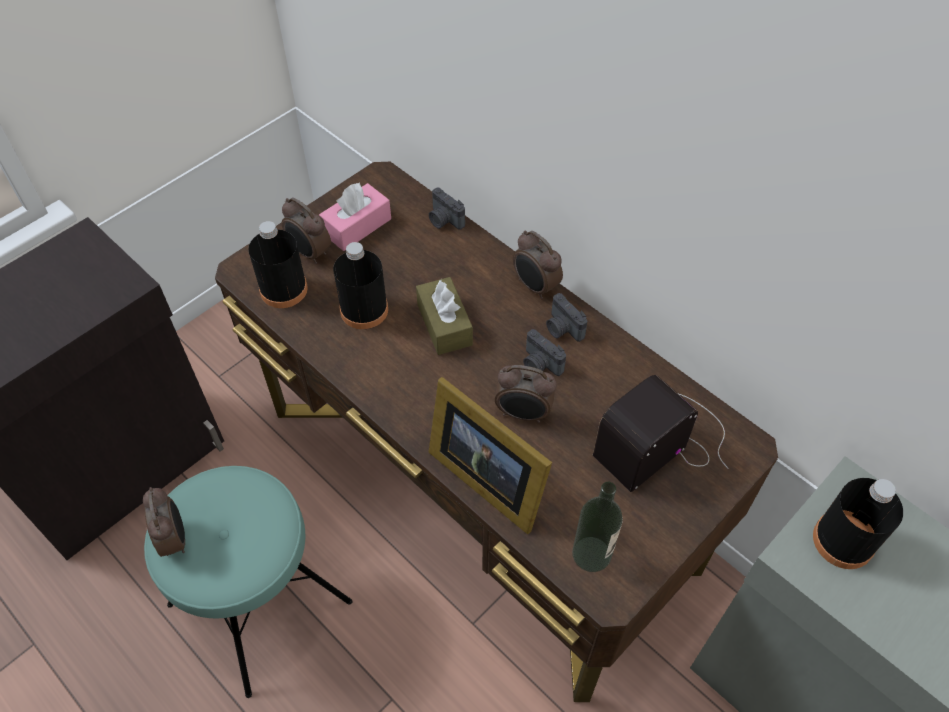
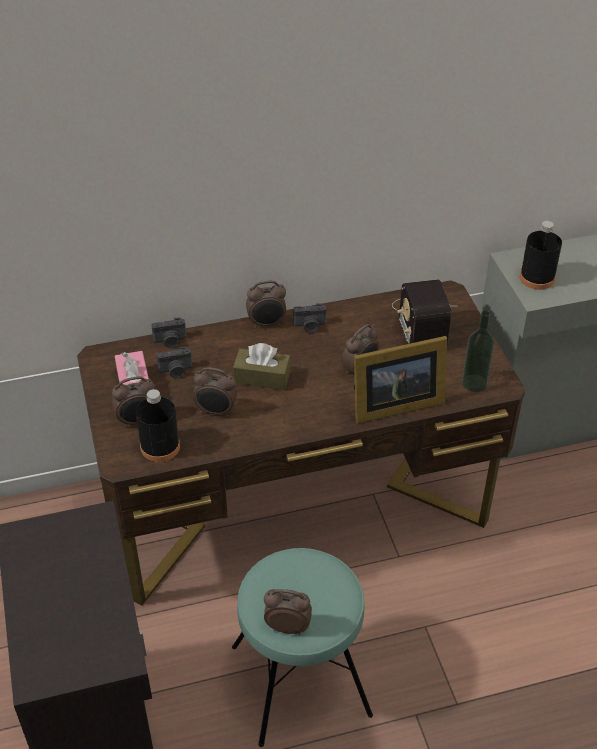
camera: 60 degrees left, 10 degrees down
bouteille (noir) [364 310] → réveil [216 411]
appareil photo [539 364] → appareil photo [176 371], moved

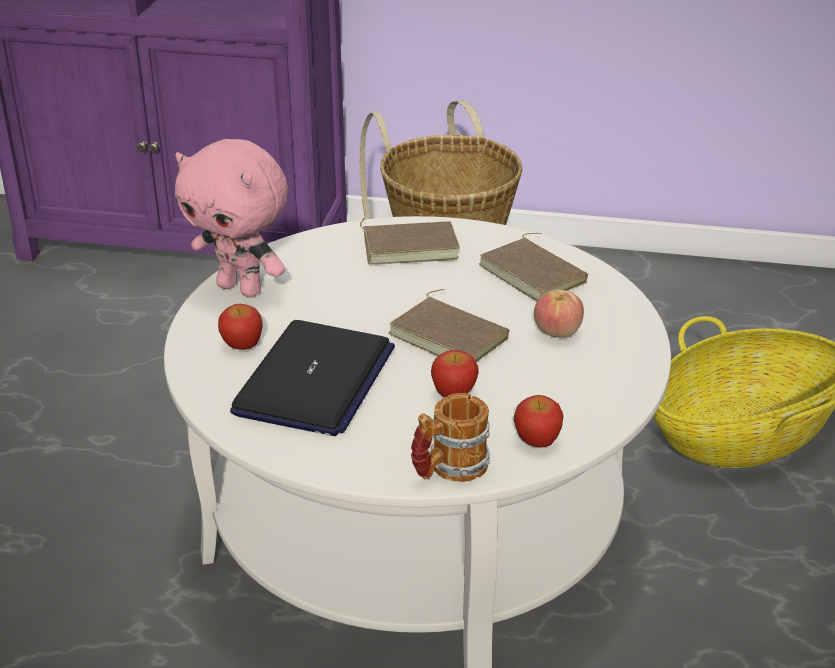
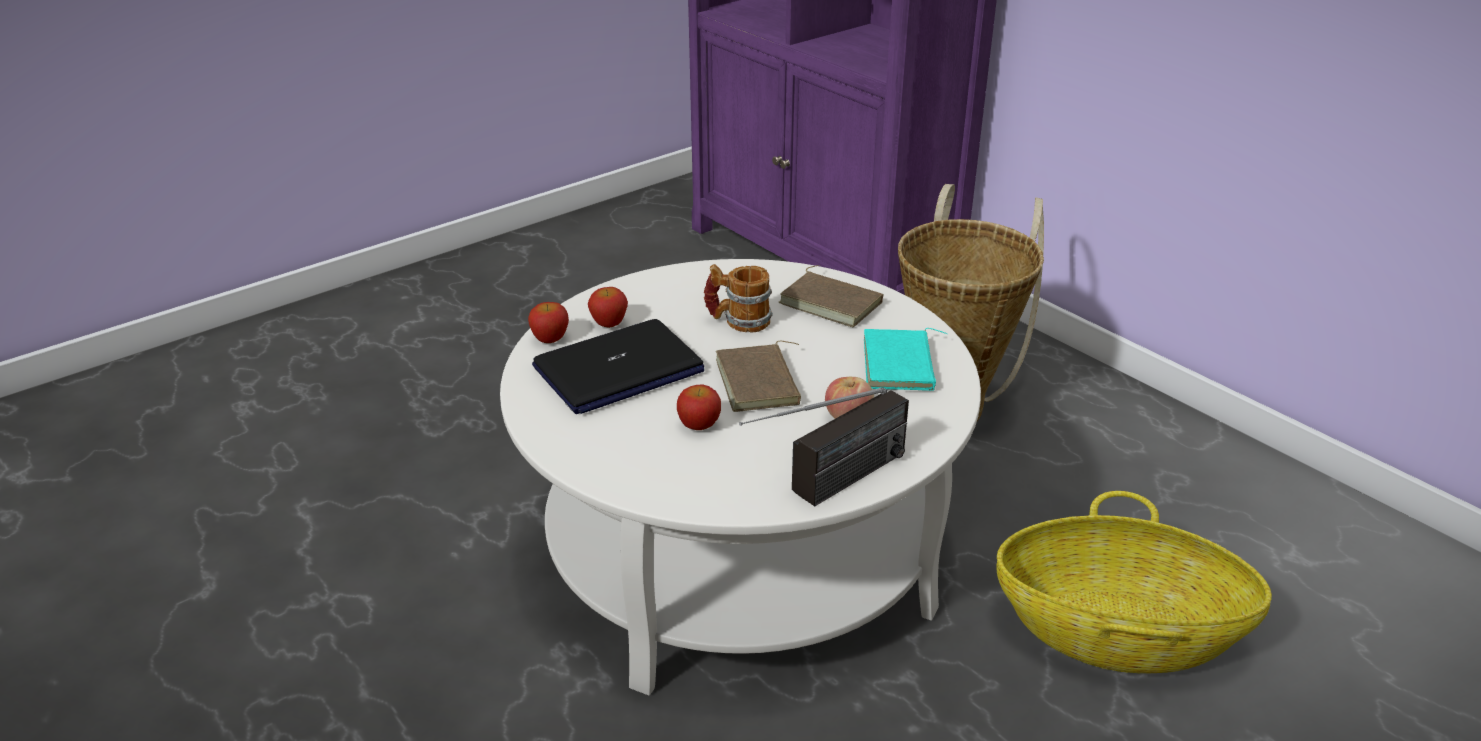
camera: 40 degrees right, 0 degrees up
peluche (rose) [241 288] → -
livre (marron) [535 274] → livre (turquoise) [901 365]
mug [449 469] → mug [738 321], moved
pomme [537 440] → pomme [550 338], moved
- → radio [826 488]

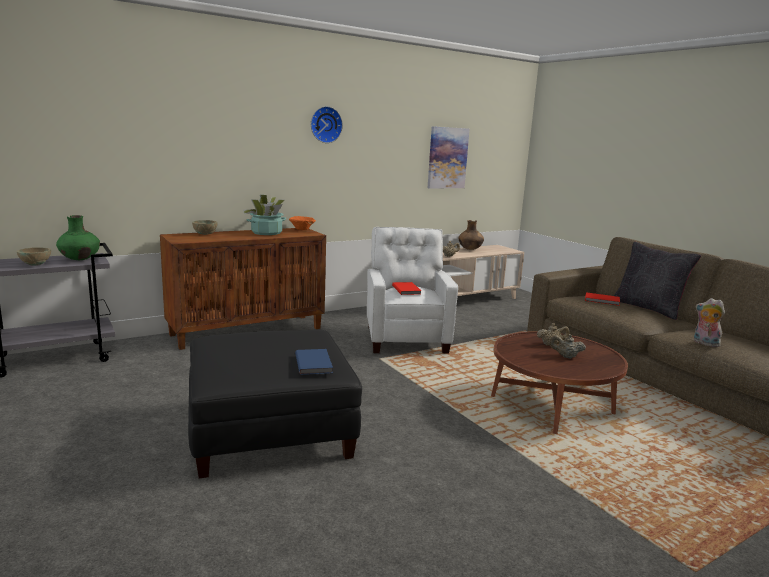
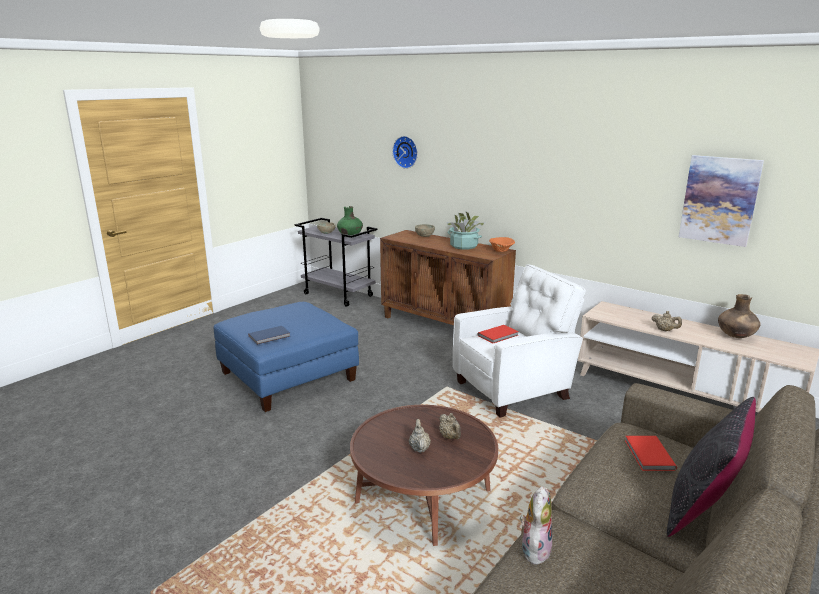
camera: 70 degrees right, 5 degrees up
horloge murale [325 124] → horloge murale [406 152], moved
pouf (noir) [269 430] → pouf (bleu) [288 376]

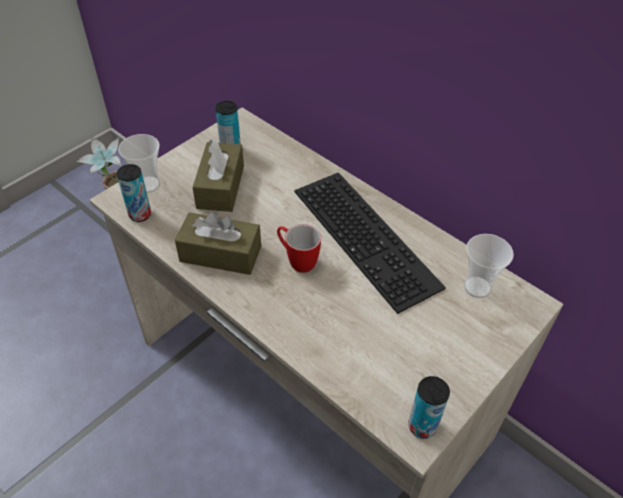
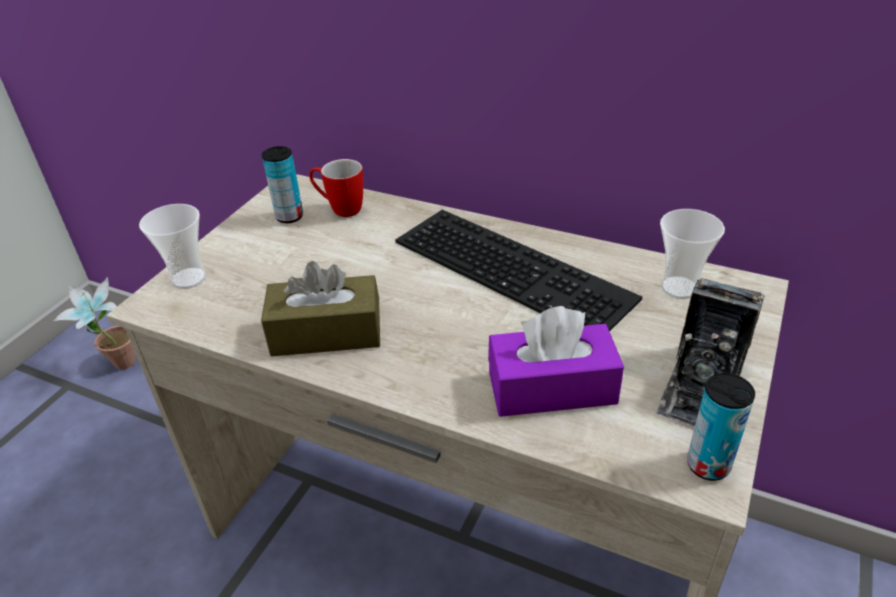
camera: 15 degrees left, 10 degrees down
boîte à mouchoirs (marron) [220 187] → -
boîte métallique [140 214] → -
mug [297 260] → mug [340 209], moved
- → appareil photo [701 386]
- → boîte à mouchoirs (violet) [552 388]

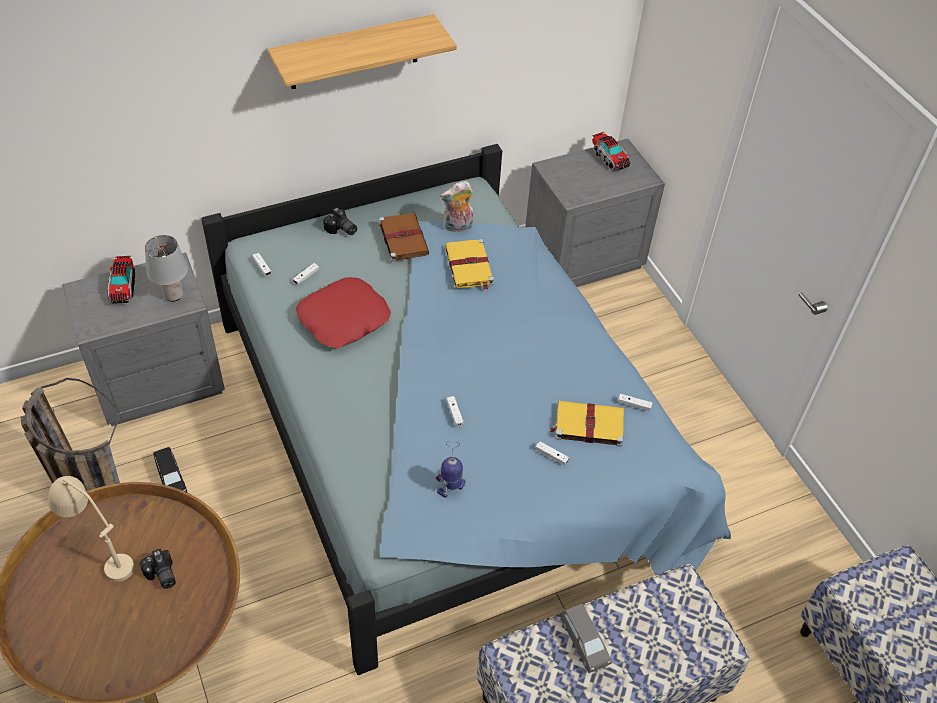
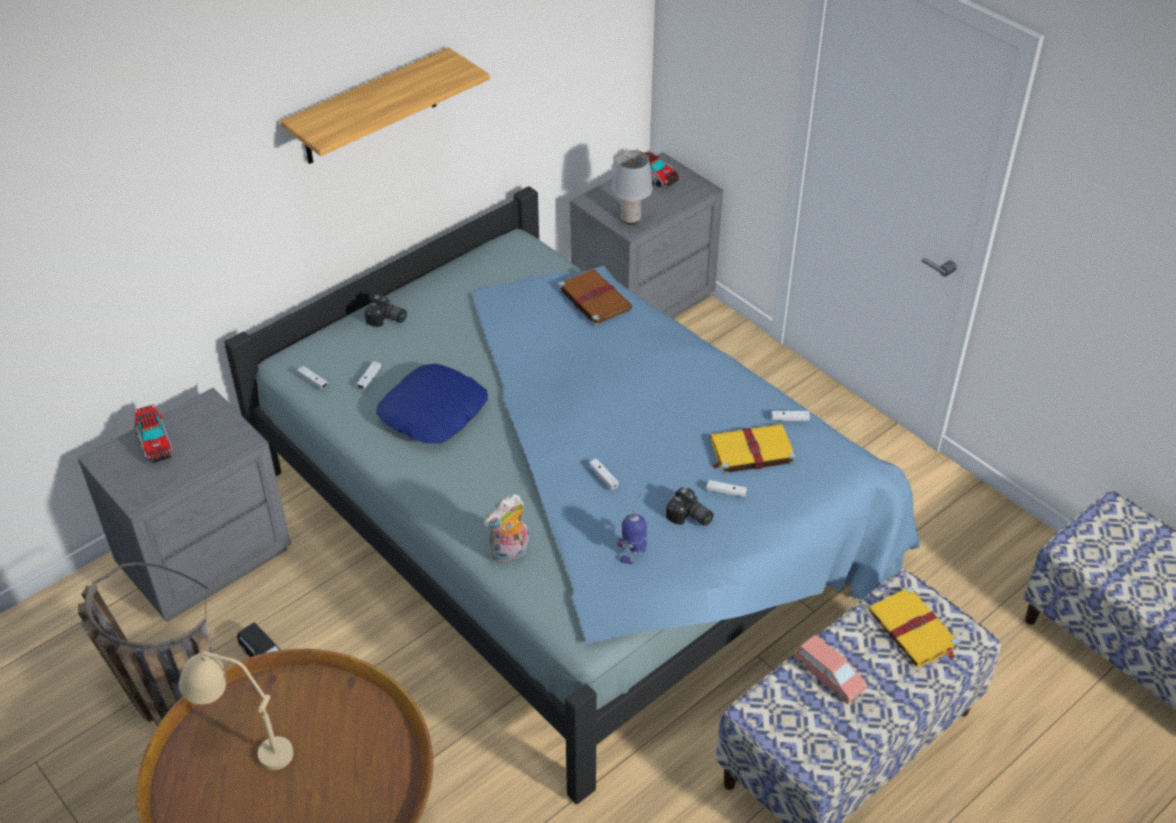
camera: 15 degrees left, 5 degrees down
peluche [457 227] → peluche [510 553], moved
livre (marron) [403 238] → livre (marron) [593 298], moved
lampe de table (gris) [174 295] → lampe de table (gris) [631 219], moved
livre (jaune) [469 266] → livre (jaune) [913 631], moved
coussin (rouge) [344 319] → coussin (bleu) [434 412]
appareil photo [161 576] → appareil photo [689 517], moved
petite voiture (gris) [584 642] → petite voiture (rose) [829 676]

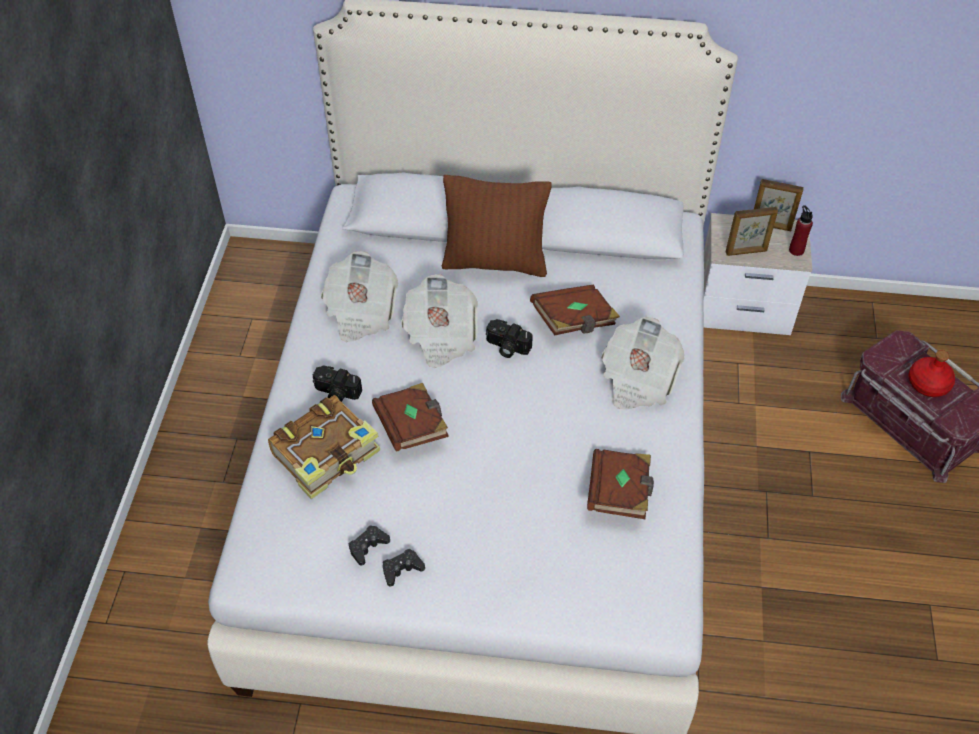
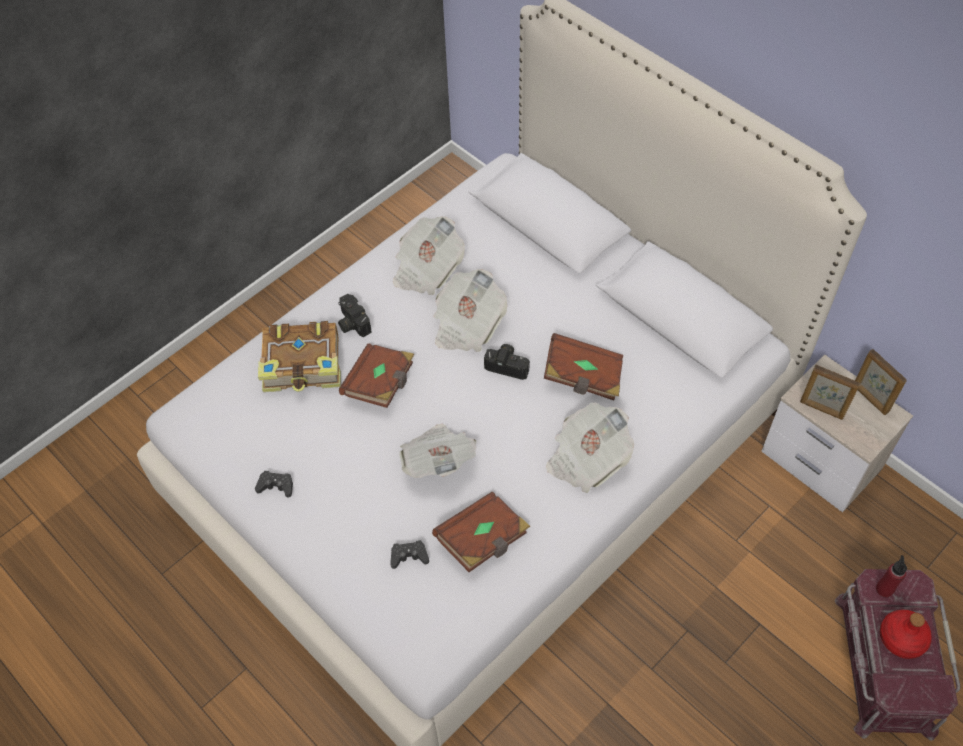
camera: 40 degrees right, 5 degrees up
coussin (marron) [495 262] → -
bouteille (rouge) [796 250] → bouteille (rouge) [884 589], moved
appareil photo [506 347] → appareil photo [508 365], 135 degrees clockwise
manette (noir) [368 547] → manette (noir) [409 556], moved
- → journal [438 461]

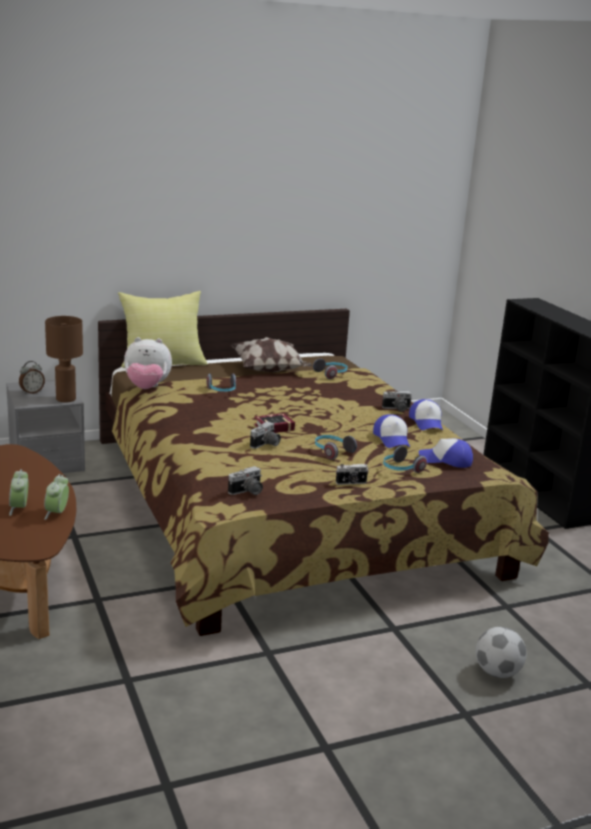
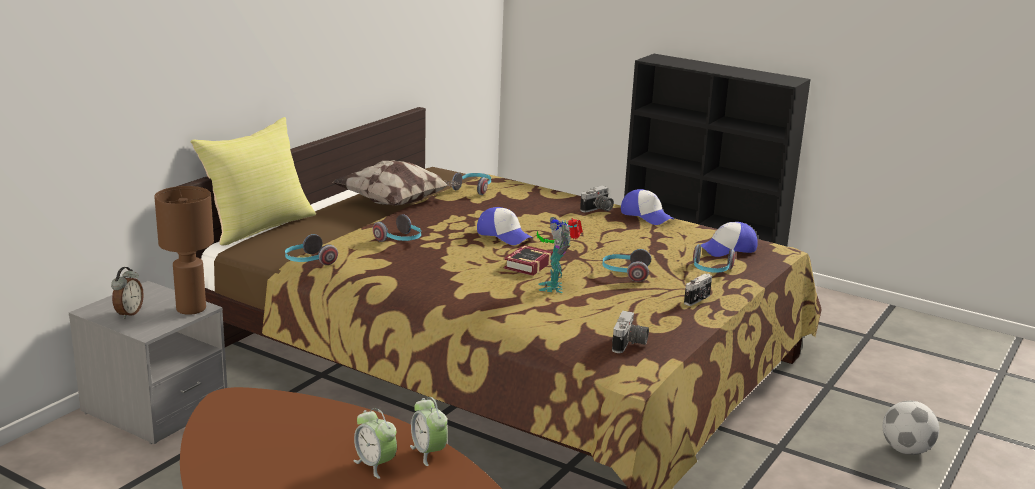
camera: 35 degrees left, 0 degrees up
peluche [147 388] → casque audio [308 261]
casquette [392 439] → casquette [504 235], moved
appareil photo [266 445] → robot jouet [555 287]

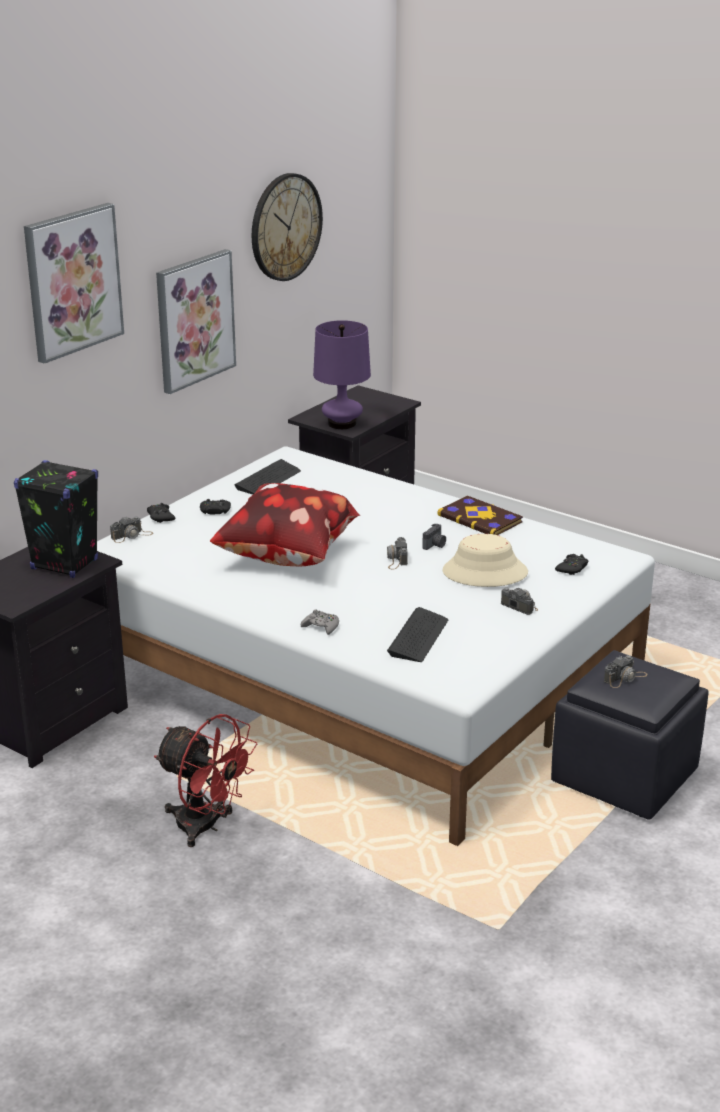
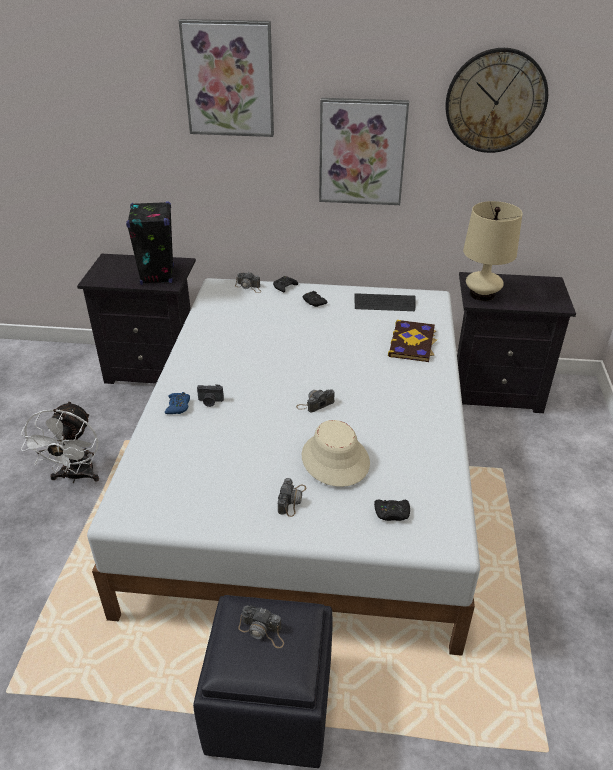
camera: 60 degrees right, 10 degrees up
lampe de table (violet) [342 423] → lampe de table (beige) [482 294]
coussin [288 558] → -
livre [480 518] → livre [413 342], moved
appareil photo [435 545] → appareil photo [210 401], moved
clavier [418 637] → -
manette (gris) [321 627] → manette (bleu) [178 406]
ventilateur (rouge) [206 827] → ventilateur (blanc) [76 476]

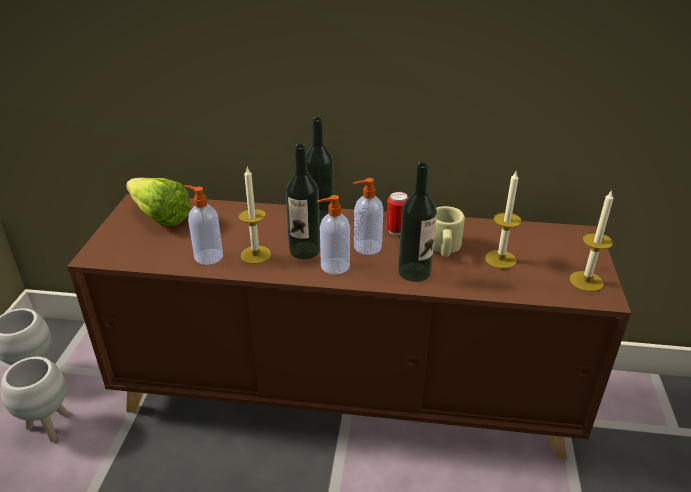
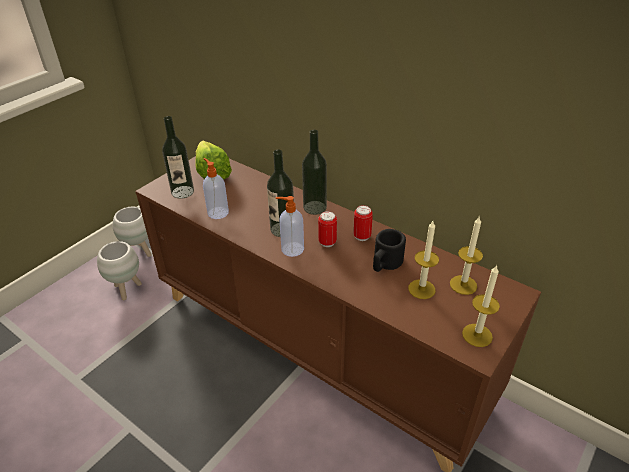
camera: 30 degrees right, 5 degrees up
bouteille [414 272] → bouteille [182 192], moved
bougie [255 255] → bougie [463 285], moved
distributeur de savon [366 247] → boîte métallique [327 242]
mug (beige) [444 248] → mug (noir) [385 263]

